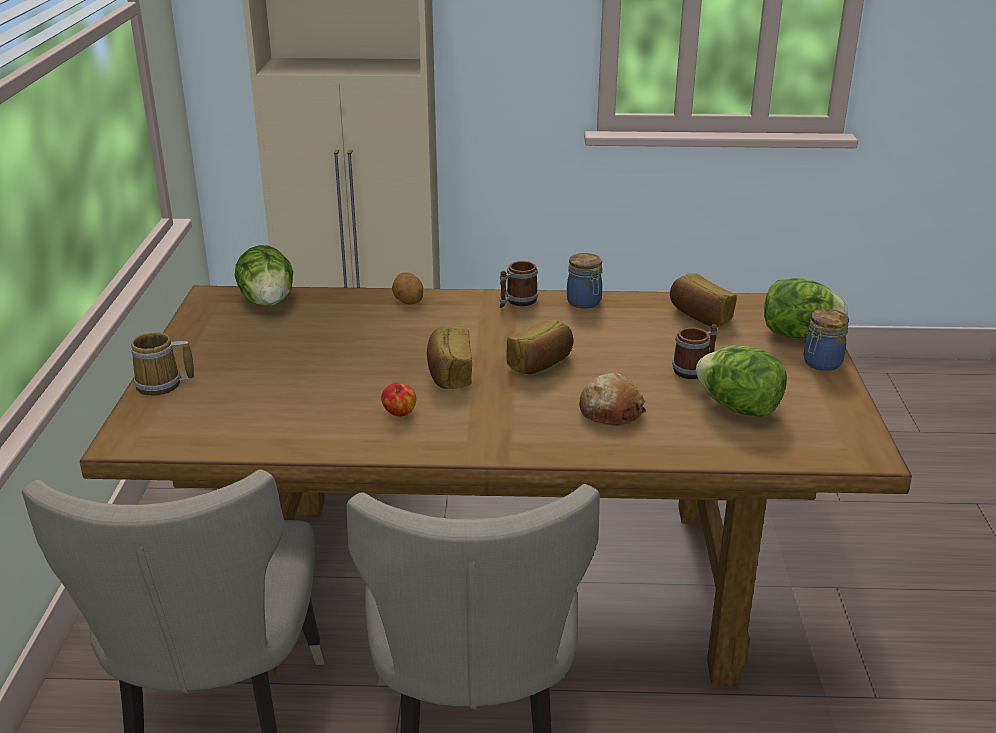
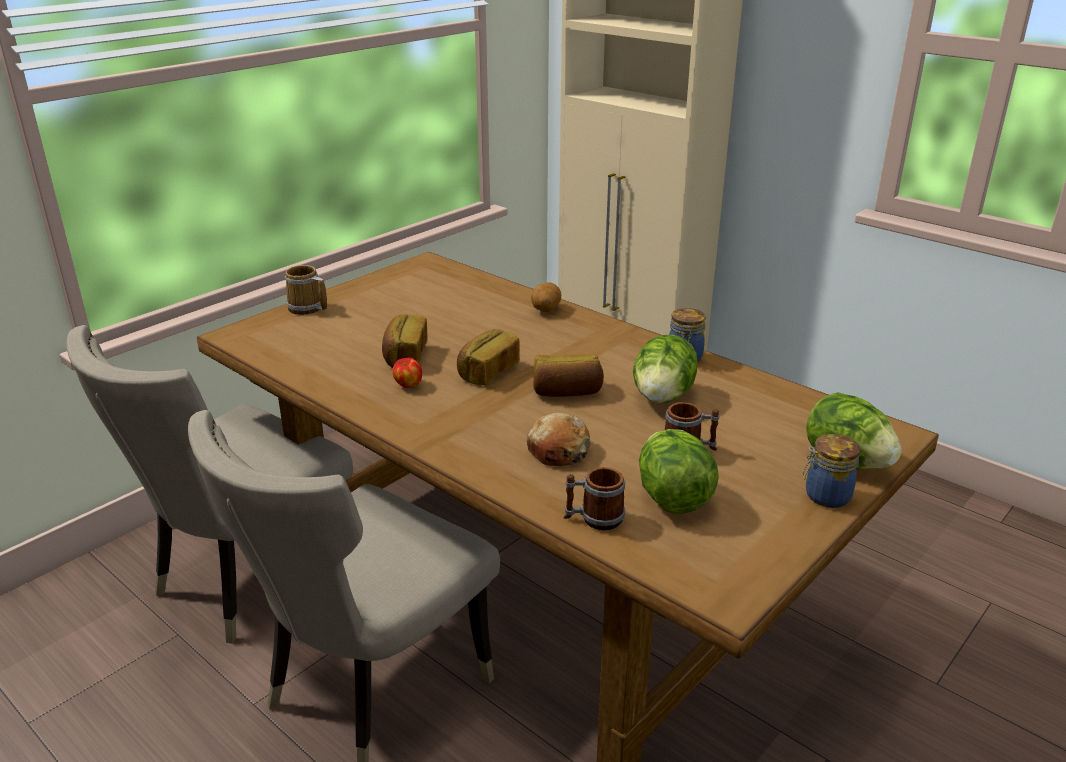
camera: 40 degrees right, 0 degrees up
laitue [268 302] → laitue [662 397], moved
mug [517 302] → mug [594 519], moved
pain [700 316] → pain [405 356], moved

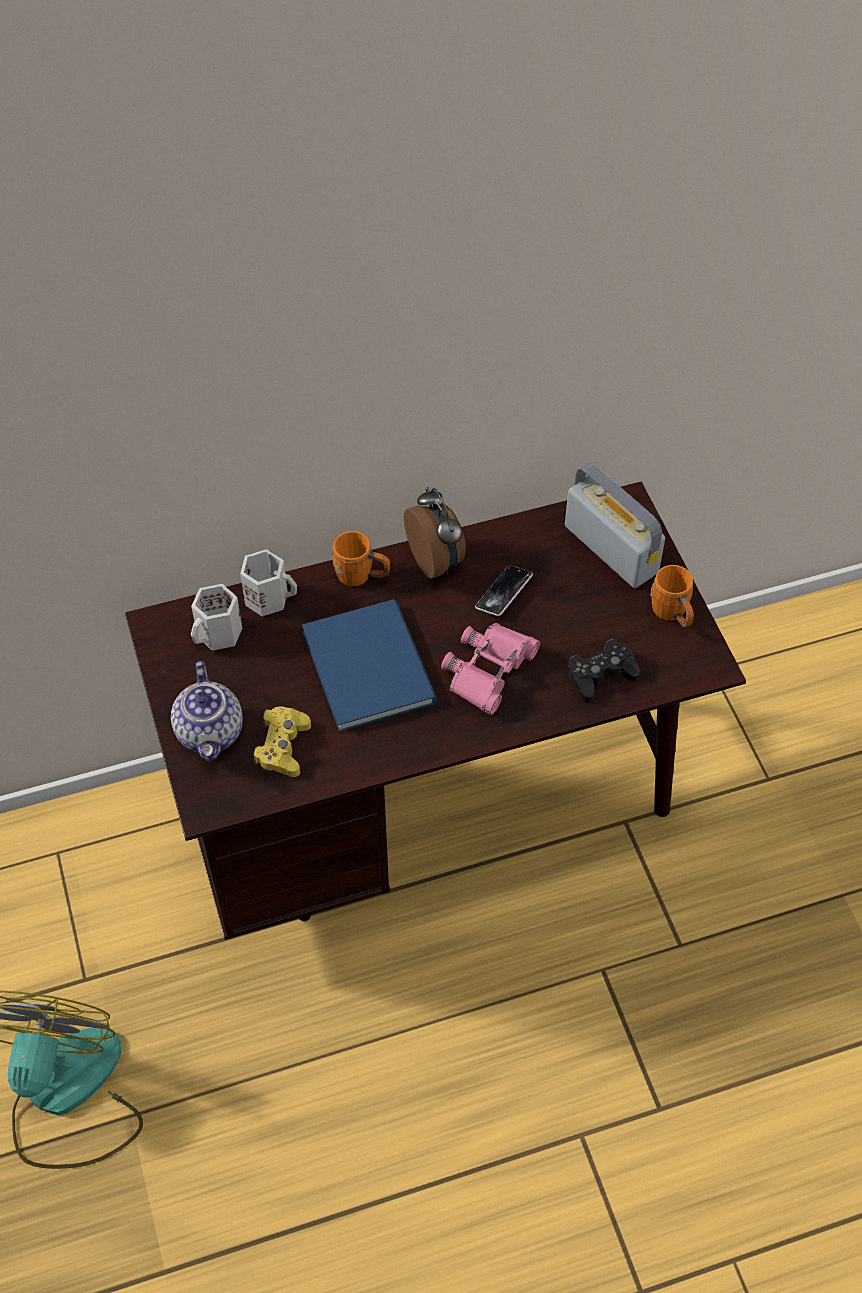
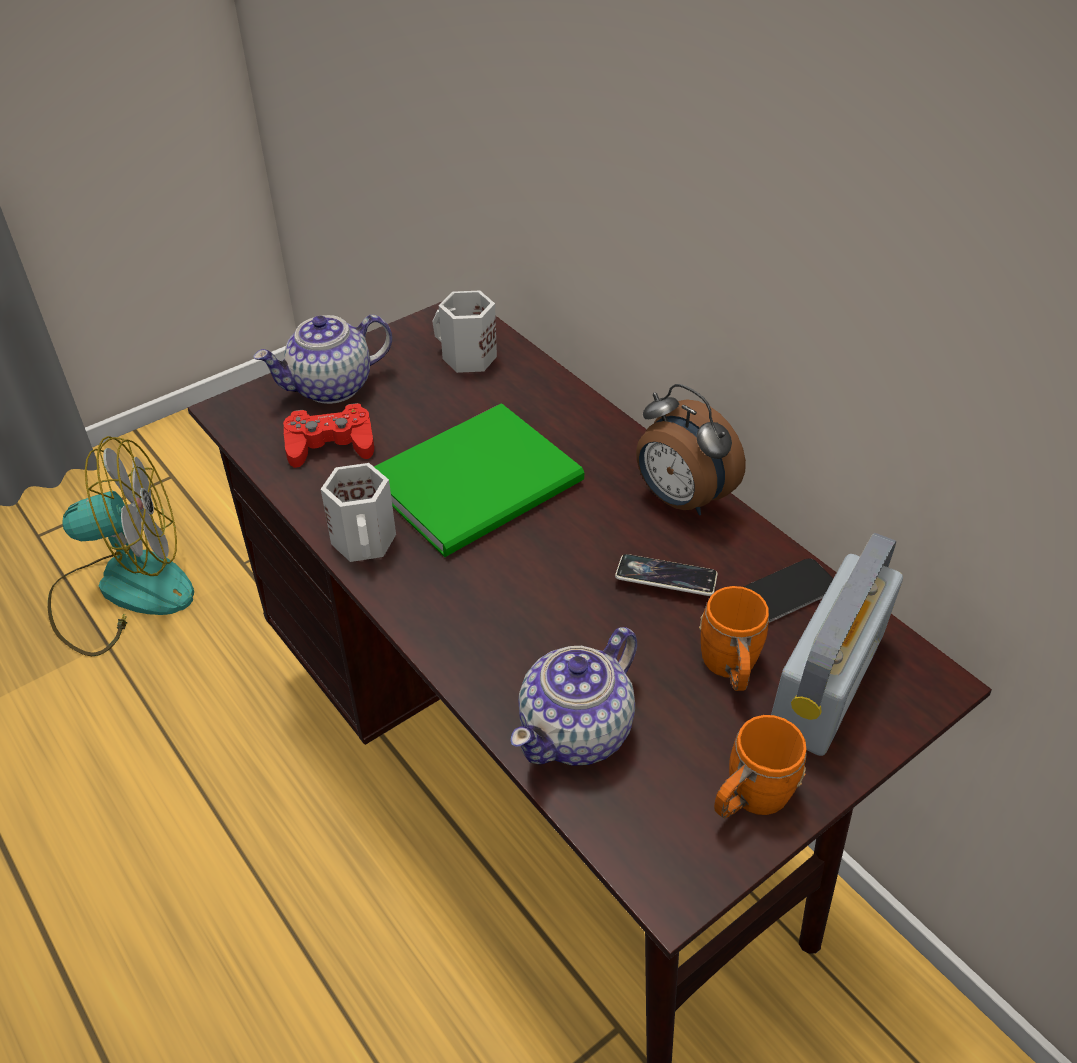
camera: 70 degrees right, 10 degrees down
réveil [436 560] → réveil [680 499], 90 degrees clockwise
mug (orange) [361 576] → mug (orange) [730 669], moved
mug (blanc) [268 597] → mug (blanc) [366 541], moved
livre (bleu) [370 663] → livre (vert) [483 483]
jumelles (rose) [488 670] → -
manette (noir) [601 675] → théière [577 730]
manette (jaune) [282 746] → manette (rouge) [330 444]
- → téléphone [786 592]

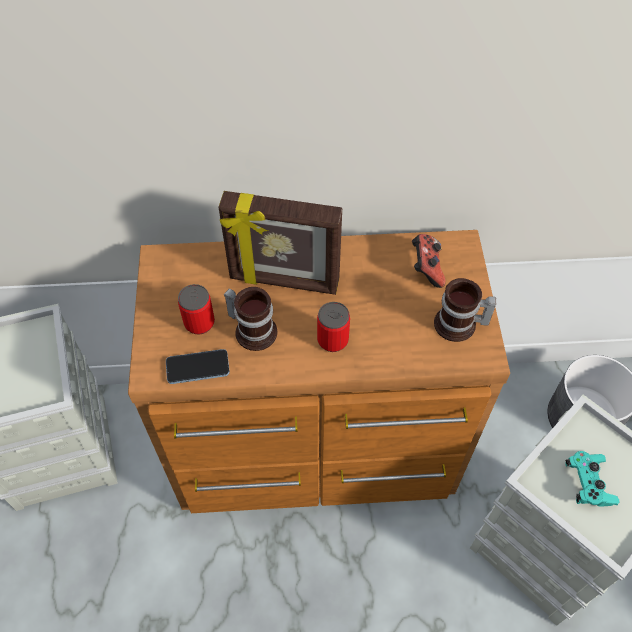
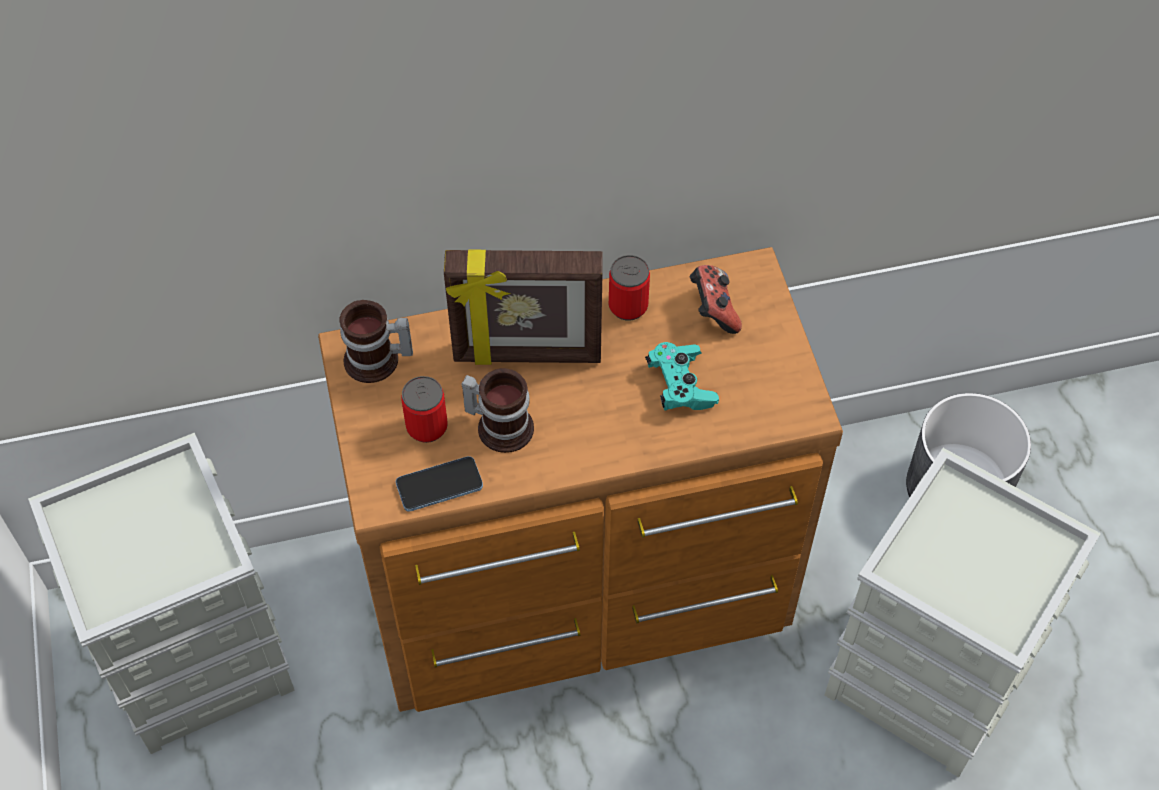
camera: 10 degrees left, 0 degrees up
mug [459 326] → mug [377 362], moved
boîte métallique [332 340] → boîte métallique [628 306], moved
manette (turquoise) [588 483] → manette (turquoise) [680 385], moved

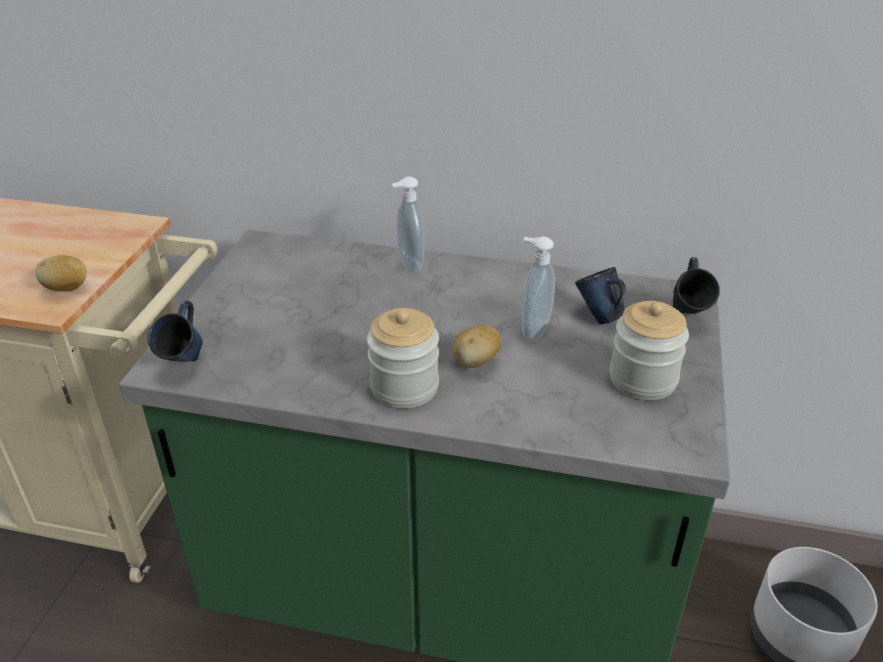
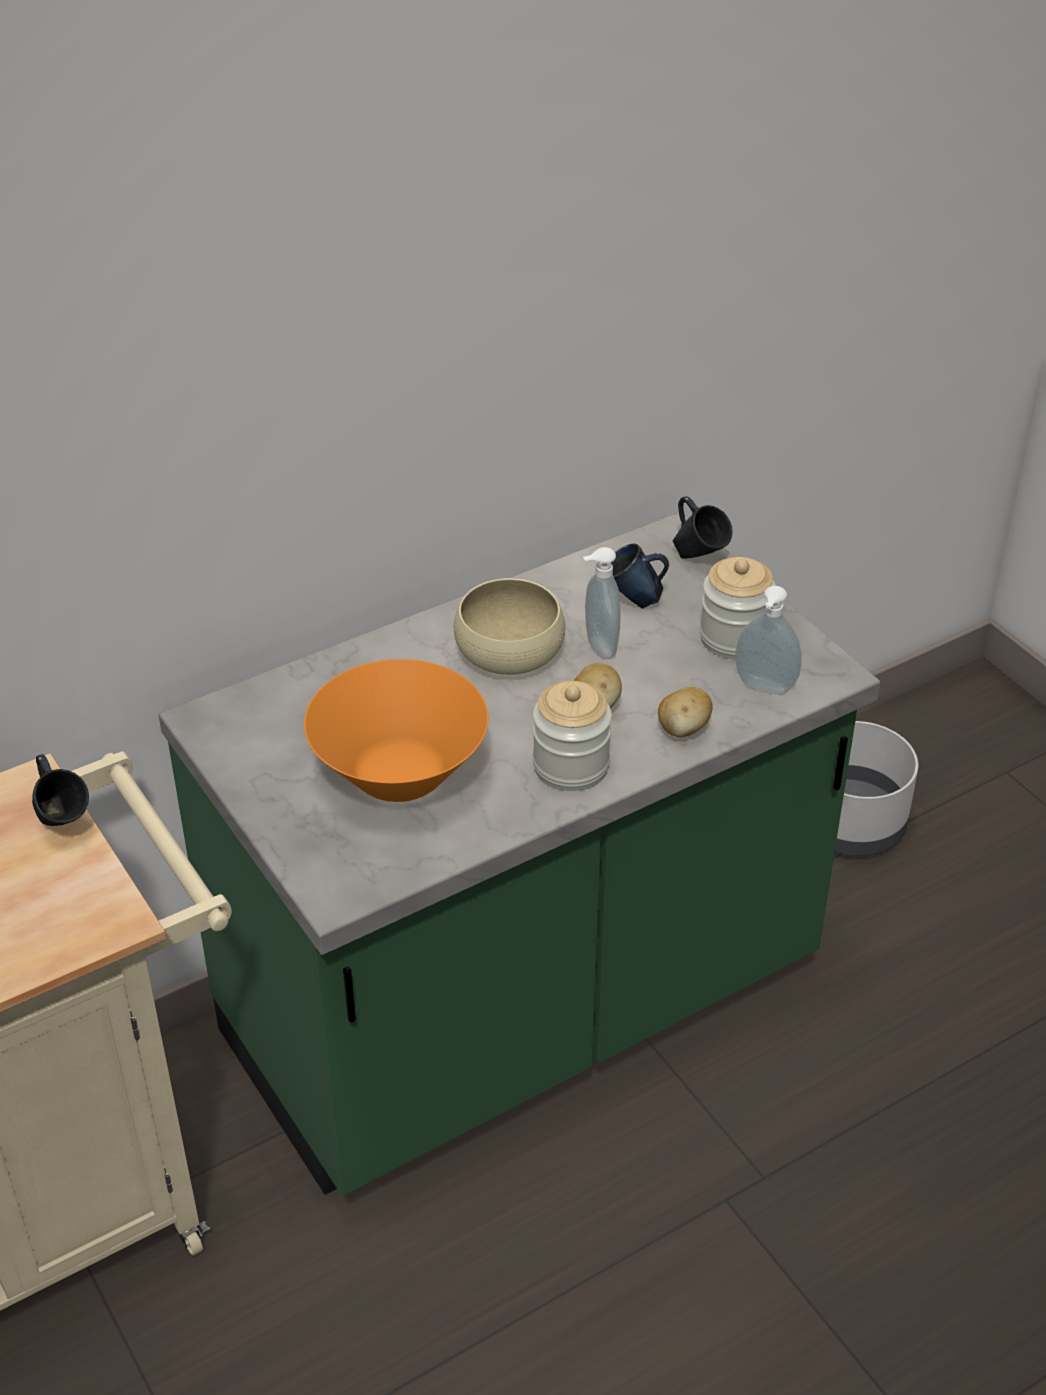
camera: 45 degrees left, 5 degrees up
distributeur de savon [408 265] → distributeur de savon [764 688], moved
pomme de terre [67 288] → pomme de terre [683 729], moved
mug (bleu) [185 365] → mug (bleu) [63 826], moved
- → bol (beige) [509 652]
- → bol (orange) [399 774]

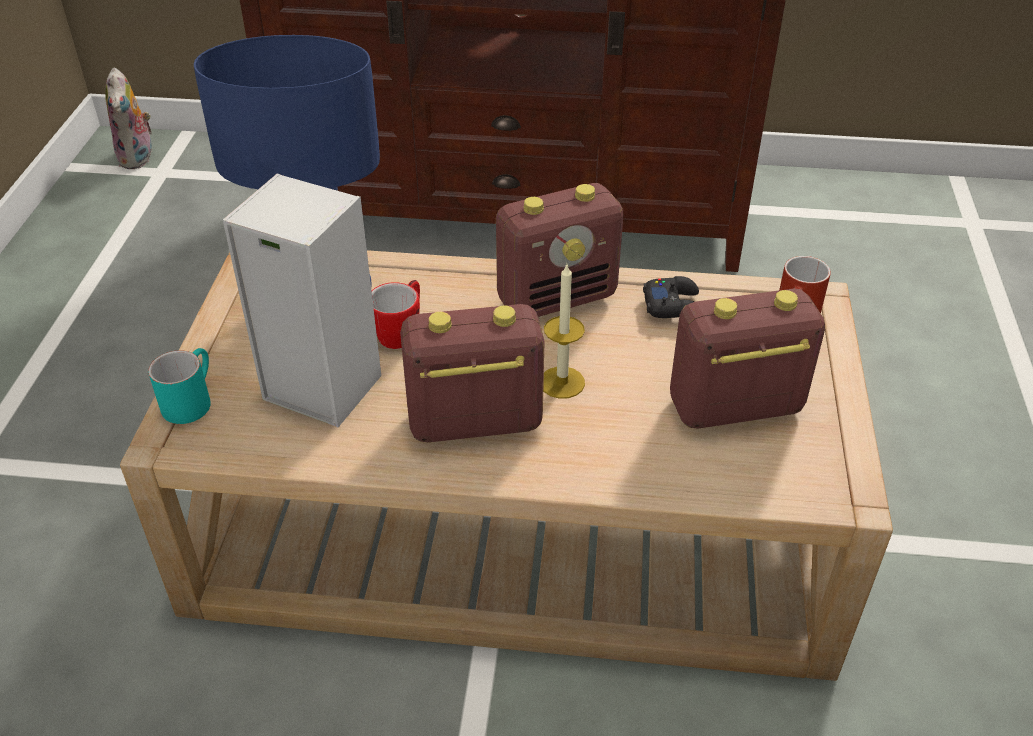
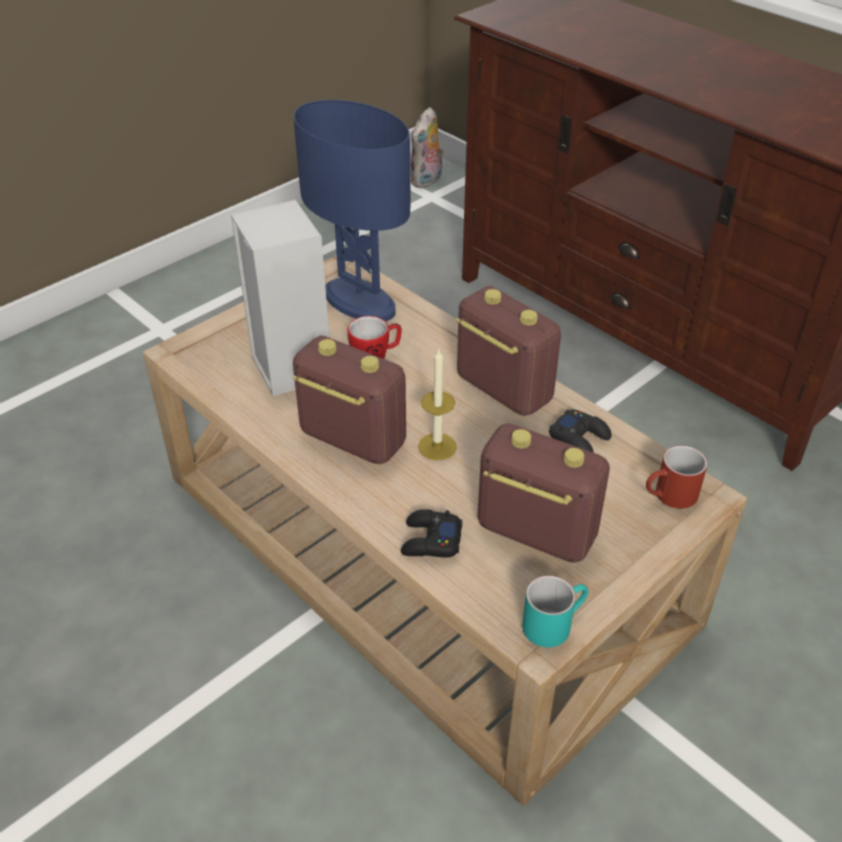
camera: 40 degrees right, 0 degrees up
radio [558 298] → radio [502 389], 150 degrees counterclockwise
mug (turquoise) [190 400] → mug (turquoise) [553 622], moved
- → manette (noir) [430 541]

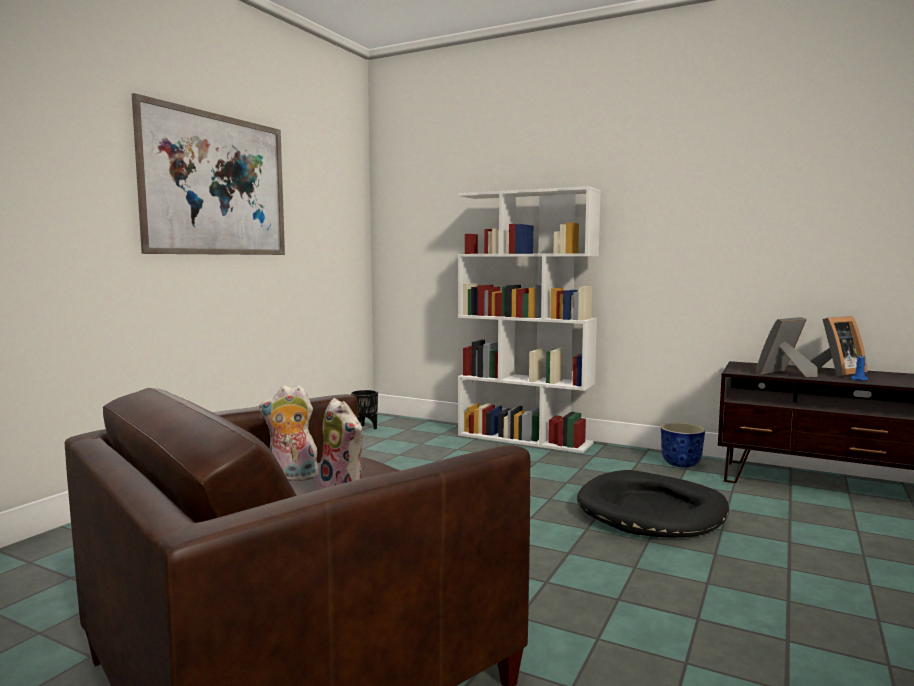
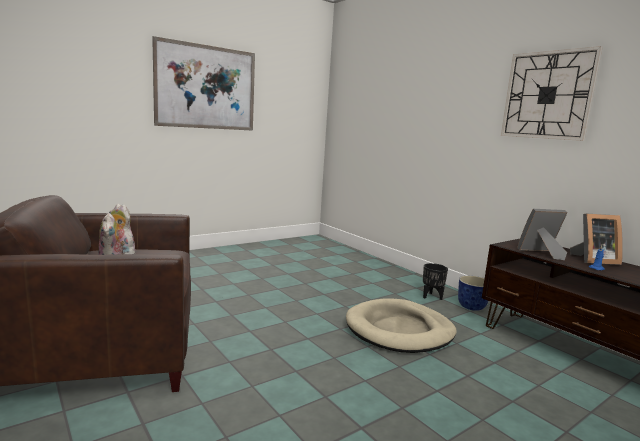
camera: 25 degrees right, 5 degrees up
bibliothèque (blanc) [525 439] → -
cache-pot (noir) [365 428] → cache-pot (noir) [432 297], moved
panier pour chien (noir) [652 511] → panier pour chien (beige) [399 330]
- → horloge murale [547 95]

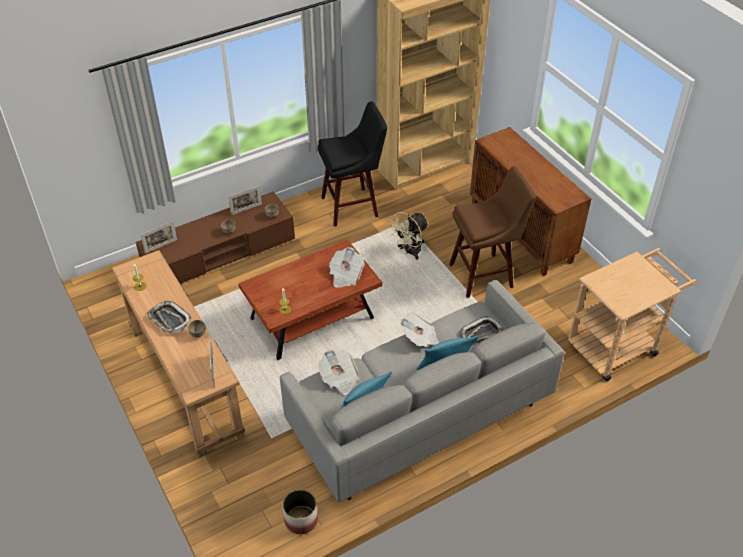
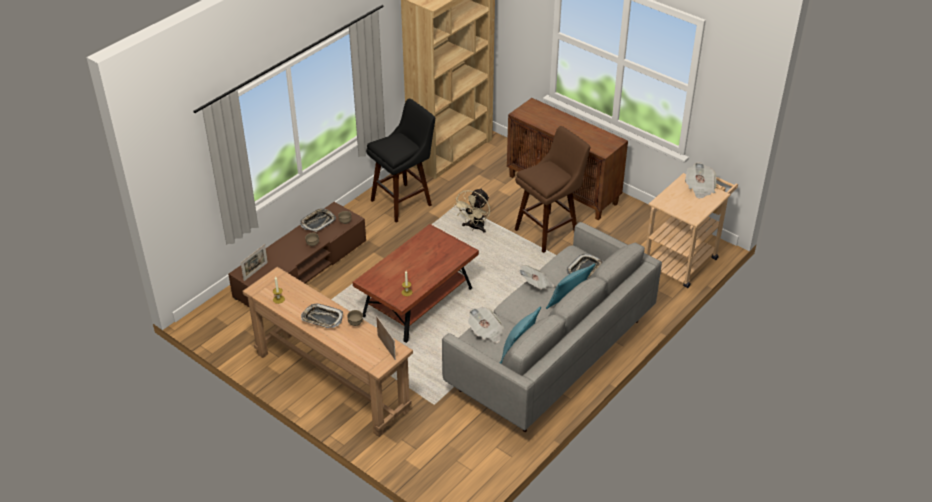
camera: 20 degrees left, 5 degrees down
cadre photo [246 209] → plateau [318 222]
journal [345 275] → journal [699 188], moved
cache-pot [301 520] → -

